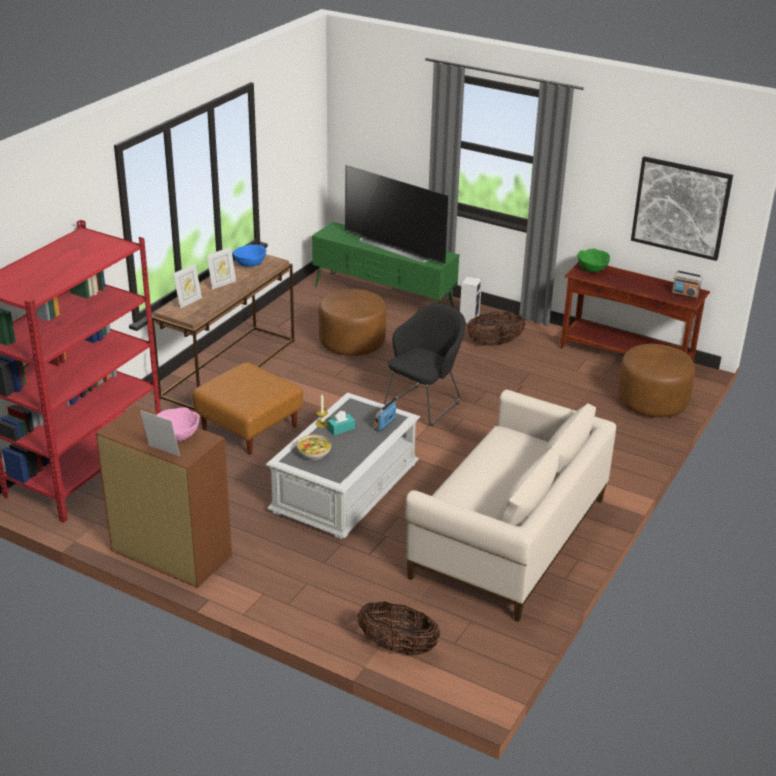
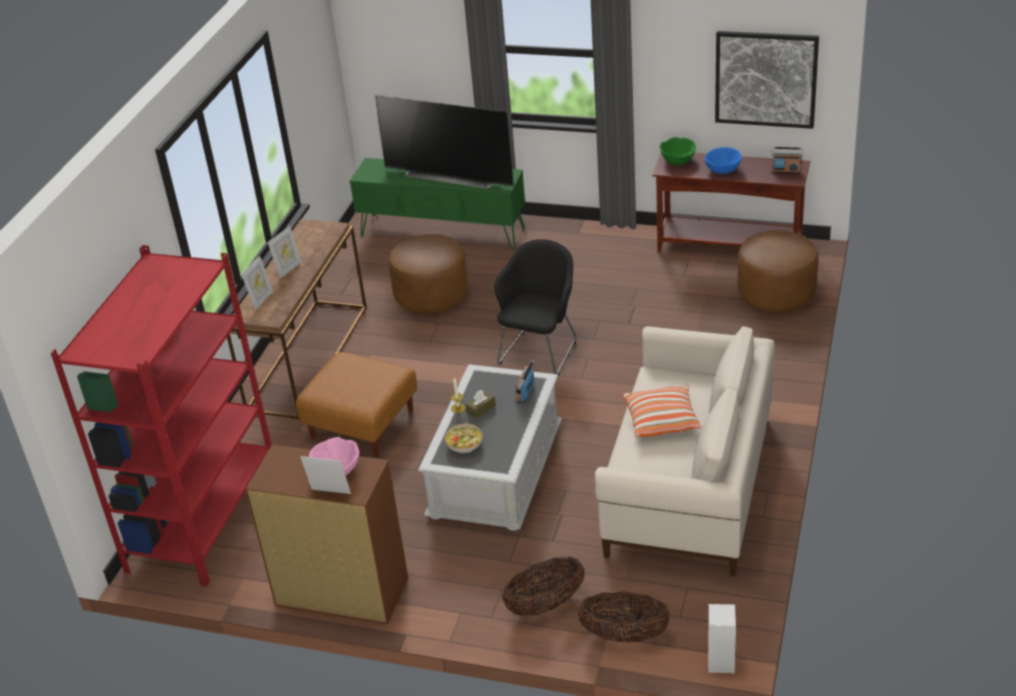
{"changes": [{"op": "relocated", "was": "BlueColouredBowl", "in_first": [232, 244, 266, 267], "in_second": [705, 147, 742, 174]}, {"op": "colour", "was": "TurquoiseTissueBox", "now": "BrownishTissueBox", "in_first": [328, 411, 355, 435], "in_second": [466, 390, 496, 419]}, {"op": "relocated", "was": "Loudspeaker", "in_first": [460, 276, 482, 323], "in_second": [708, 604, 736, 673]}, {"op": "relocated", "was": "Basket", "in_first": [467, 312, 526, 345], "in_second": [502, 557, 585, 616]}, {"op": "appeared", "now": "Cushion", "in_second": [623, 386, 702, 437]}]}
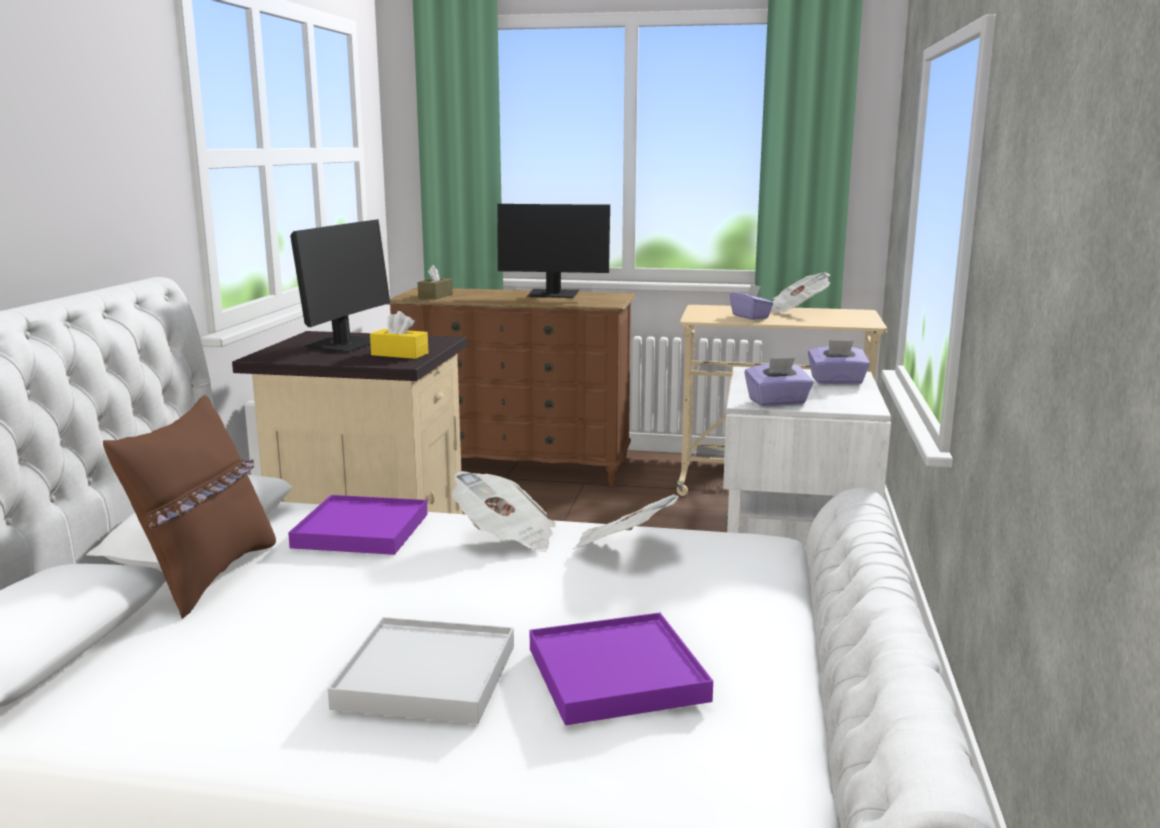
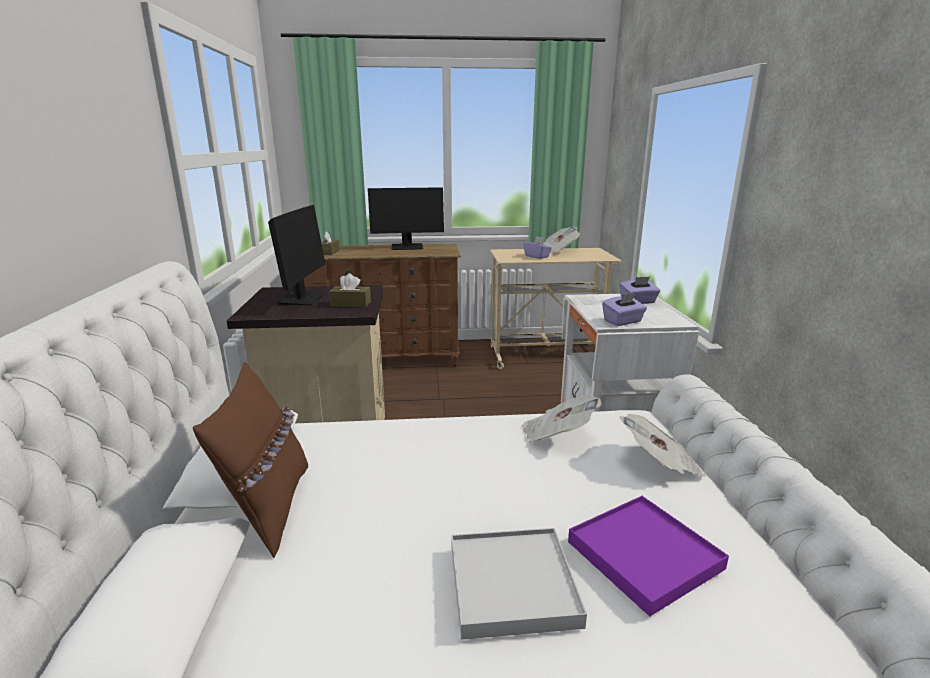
{"changes": [{"op": "missing", "was": "PurpleColouredServingTray", "in_first": [288, 495, 427, 555]}, {"op": "colour", "was": "YellowColouredTissueBox", "now": "BrownishTissueBox", "in_first": [370, 311, 428, 359], "in_second": [329, 273, 371, 307]}, {"op": "relocated", "was": "PrintedPaper", "in_first": [452, 471, 556, 552], "in_second": [620, 414, 706, 477]}]}
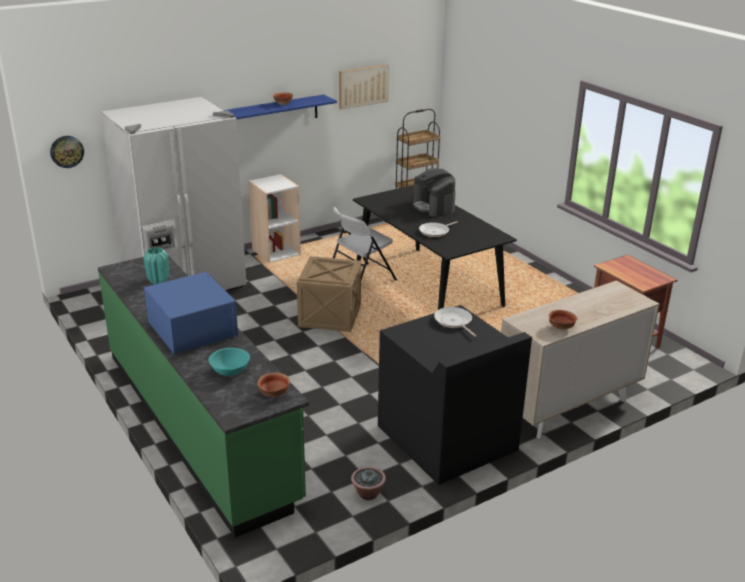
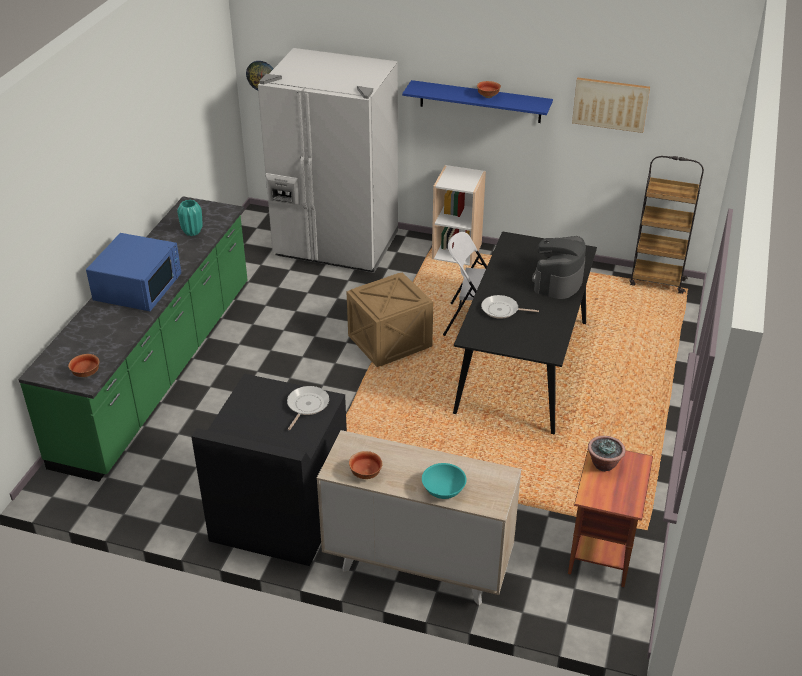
{"changes": [{"op": "relocated", "was": "TurquoiseBowl", "in_first": [209, 348, 250, 376], "in_second": [422, 463, 467, 499]}, {"op": "relocated", "was": "PlantInAPot", "in_first": [351, 467, 386, 500], "in_second": [588, 436, 626, 472]}]}
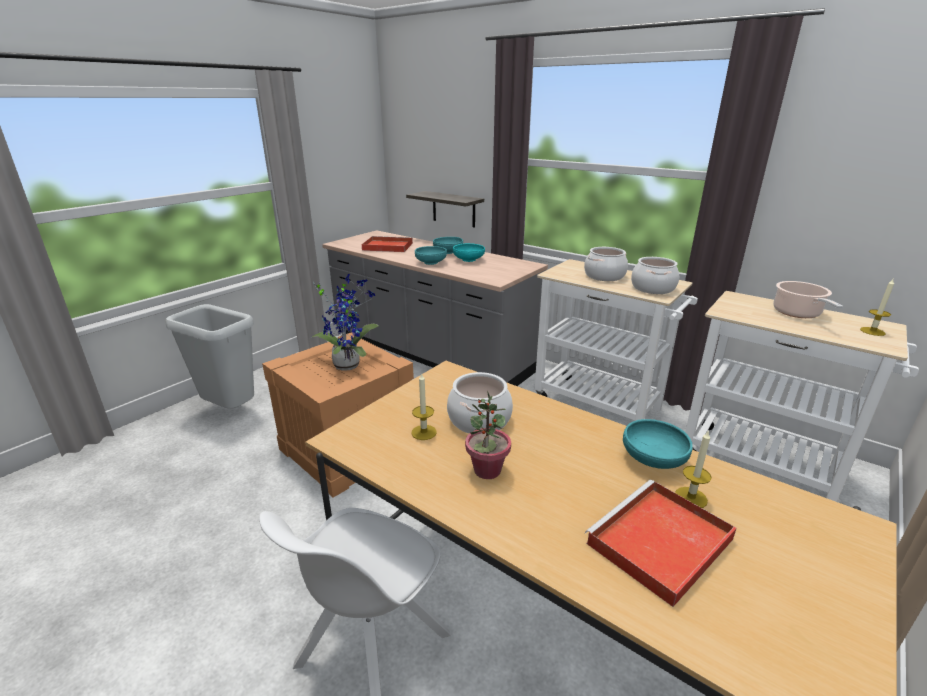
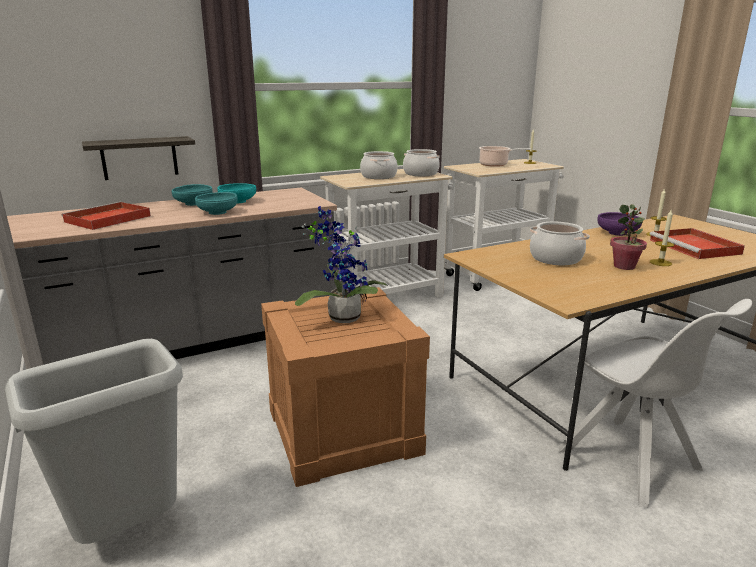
{"changes": [{"op": "relocated", "was": "WaxCandle", "in_first": [411, 373, 437, 440], "in_second": [650, 210, 674, 266]}, {"op": "colour", "was": "TurquoiseBowl", "now": "PurpleColouredBowl", "in_first": [623, 419, 693, 469], "in_second": [597, 212, 643, 236]}]}
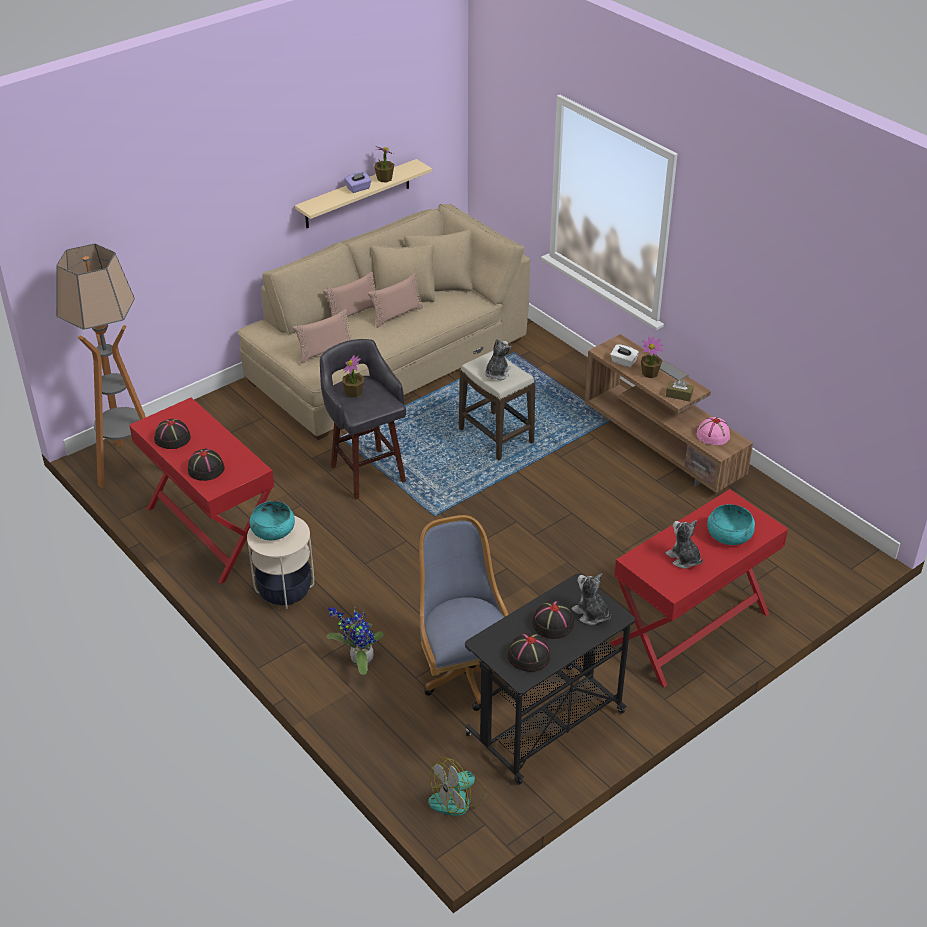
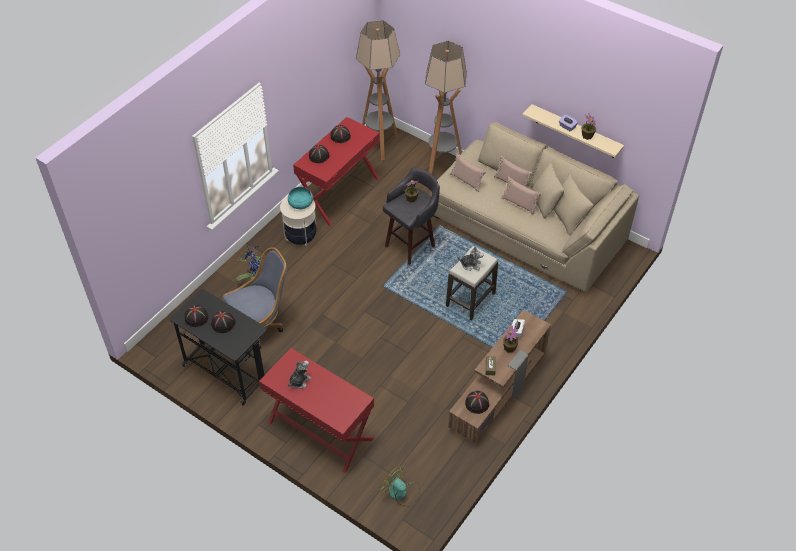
{"changes": [{"op": "relocated", "was": "ElectricFan", "in_first": [428, 757, 487, 816], "in_second": [380, 465, 420, 507]}, {"op": "missing", "was": "CuddlyToy", "in_first": [572, 573, 611, 625]}, {"op": "colour", "was": "PinkWearableHat", "now": "BlackishWearableHat", "in_first": [697, 417, 730, 445], "in_second": [465, 391, 489, 414]}, {"op": "missing", "was": "TurquoiseBowl", "in_first": [707, 504, 755, 545]}, {"op": "appeared", "now": "StandardLamp", "in_second": [425, 41, 467, 174]}]}
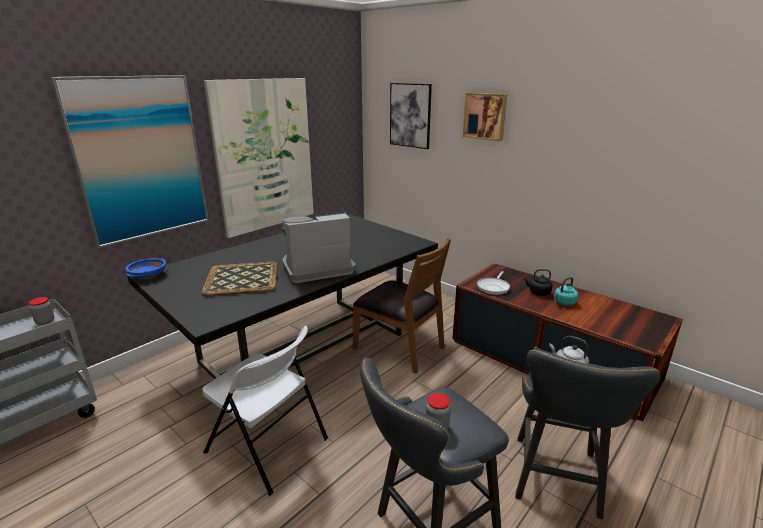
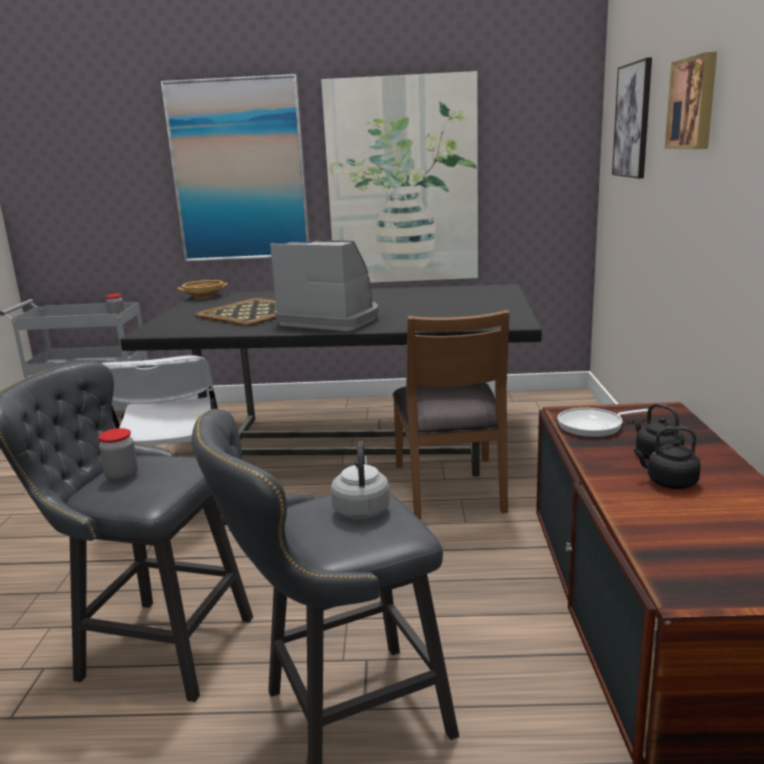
{"changes": [{"op": "colour", "was": "BlueColouredBowl", "now": "BeigeBowl", "in_first": [126, 258, 166, 279], "in_second": [178, 280, 228, 299]}, {"op": "colour", "was": "TurquoiseKettle", "now": "BlackishKettle", "in_first": [554, 277, 578, 306], "in_second": [634, 426, 701, 489]}]}
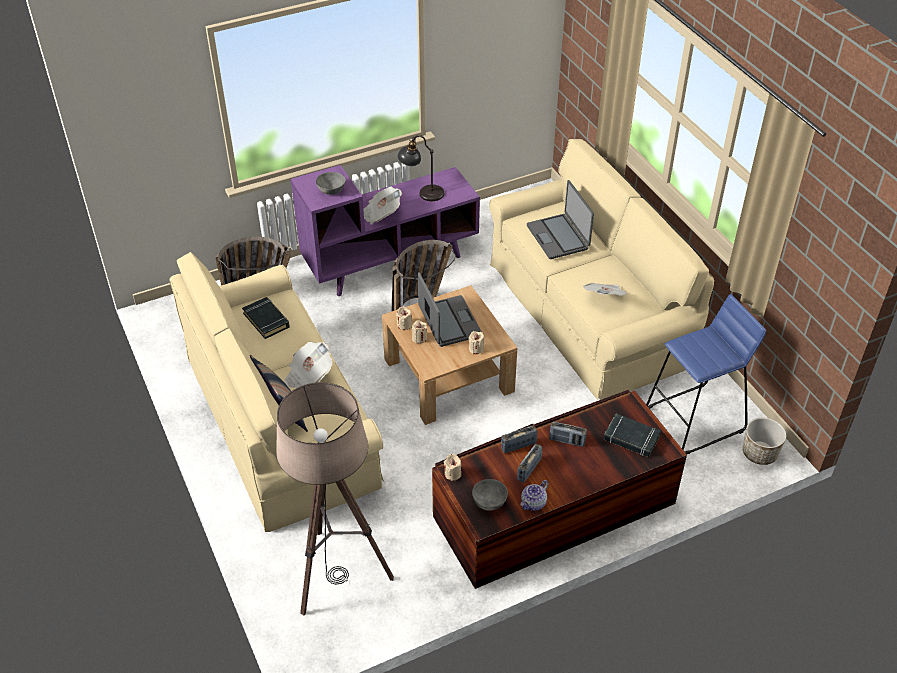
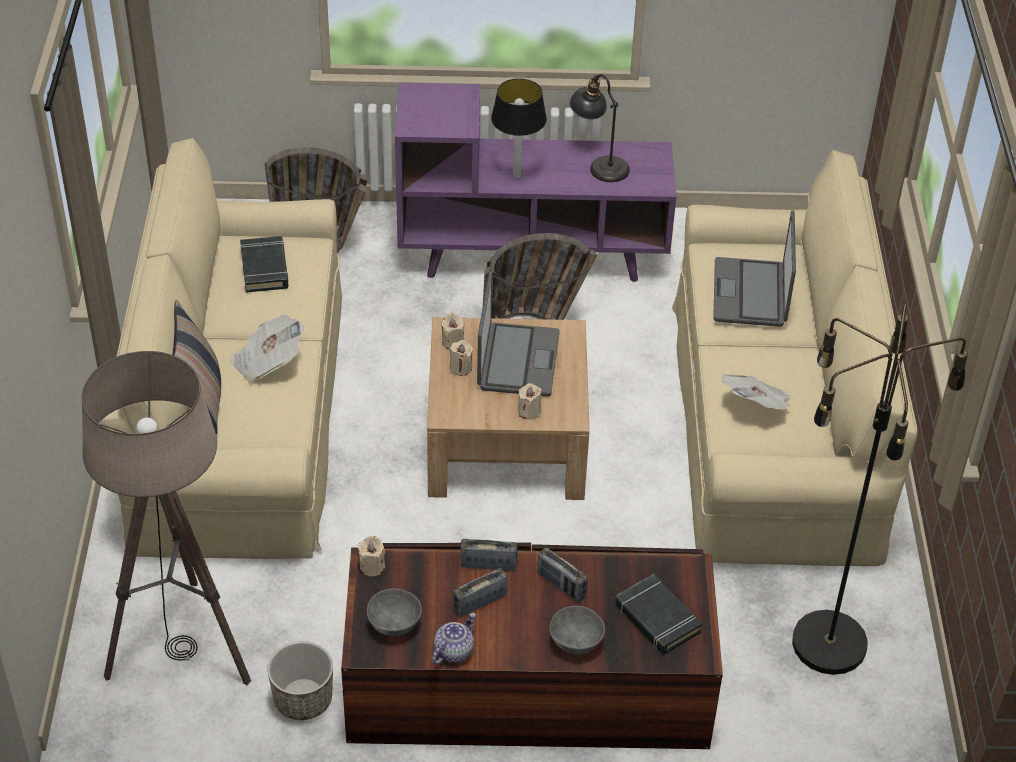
{"changes": [{"op": "relocated", "was": "GreyBowl", "in_first": [316, 172, 346, 195], "in_second": [549, 606, 605, 654]}, {"op": "exchanged", "was": "PrintedPaper", "now": "TableLamp", "in_first": [363, 187, 402, 225], "in_second": [491, 78, 547, 178]}, {"op": "spun", "was": "PotForTea", "in_first": [520, 480, 548, 511], "in_second": [432, 613, 476, 665], "clockwise": 150}, {"op": "exchanged", "was": "BlueColouredStool", "now": "StandardLamp", "in_first": [646, 294, 766, 454], "in_second": [792, 304, 968, 675]}, {"op": "relocated", "was": "Planter", "in_first": [743, 418, 786, 465], "in_second": [267, 641, 333, 720]}]}
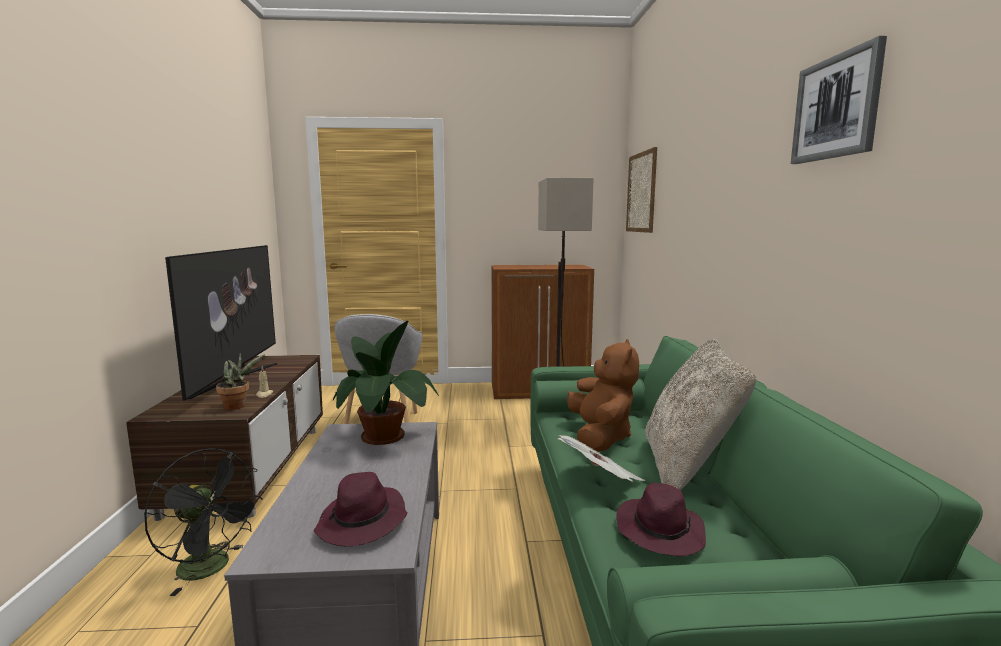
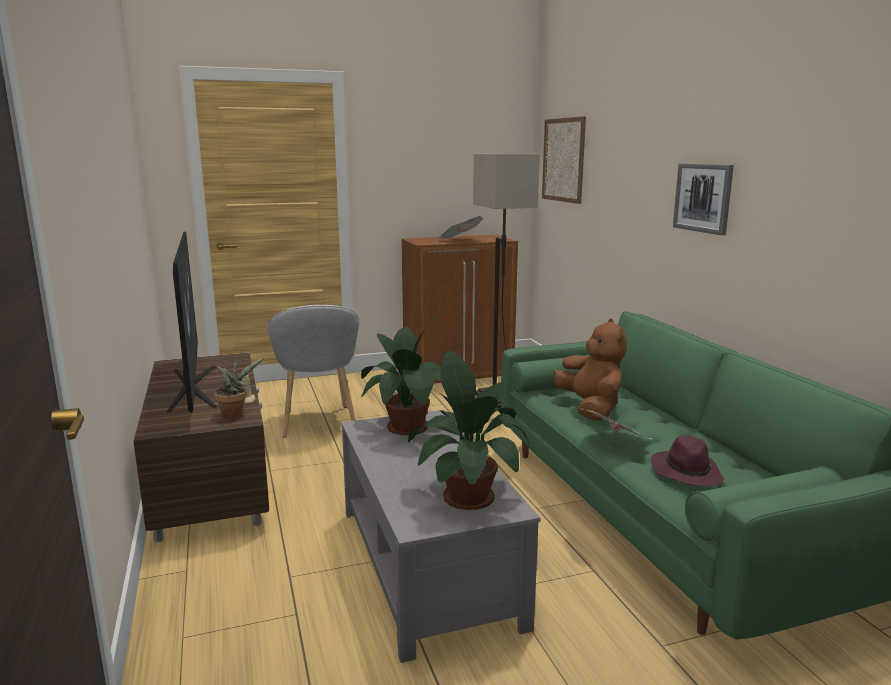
{"changes": [{"op": "missing", "was": "BlackishElectricFan", "in_first": [144, 448, 263, 596]}, {"op": "exchanged", "was": "PurpleColouredWearableHat", "now": "PlantInAPot", "in_first": [314, 472, 407, 546], "in_second": [408, 351, 530, 510]}, {"op": "missing", "was": "BeigeCushion", "in_first": [645, 339, 757, 490]}, {"op": "relocated", "was": "WallArt", "in_first": [791, 36, 887, 164], "in_second": [673, 163, 734, 235]}, {"op": "appeared", "now": "PrintedPaper", "in_second": [439, 216, 483, 239]}]}
